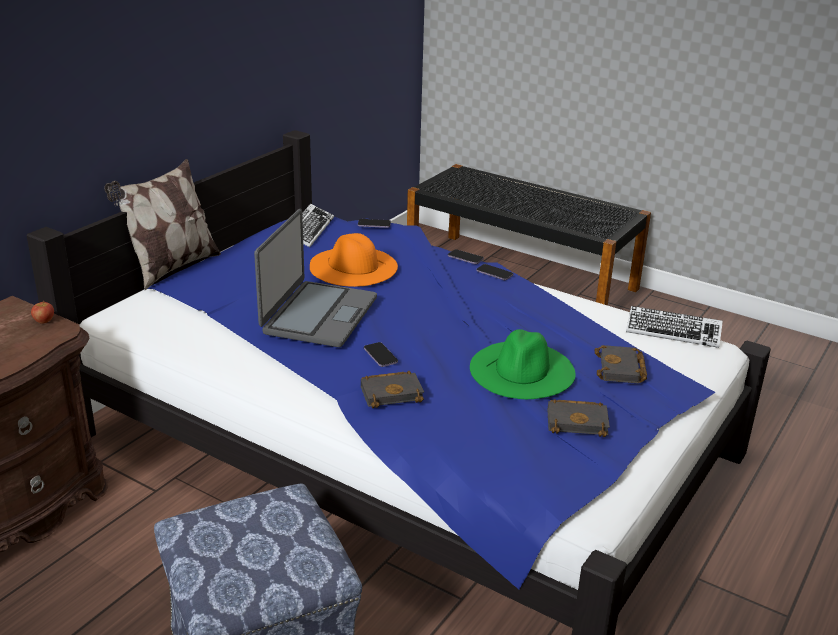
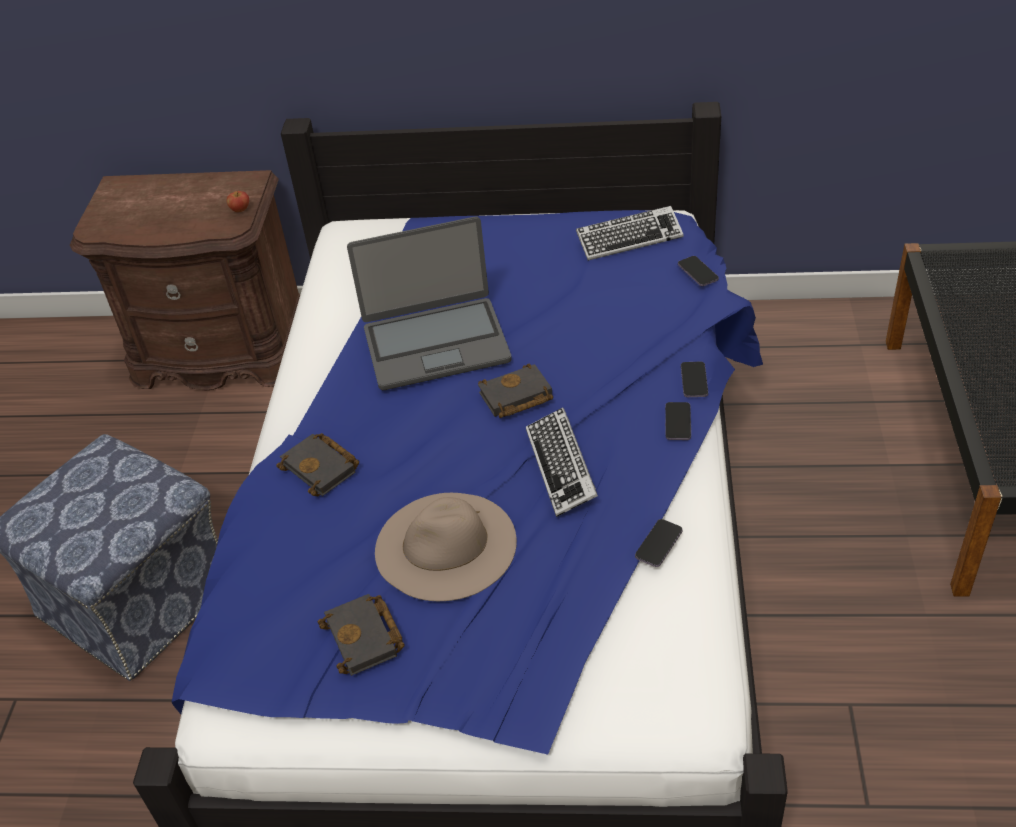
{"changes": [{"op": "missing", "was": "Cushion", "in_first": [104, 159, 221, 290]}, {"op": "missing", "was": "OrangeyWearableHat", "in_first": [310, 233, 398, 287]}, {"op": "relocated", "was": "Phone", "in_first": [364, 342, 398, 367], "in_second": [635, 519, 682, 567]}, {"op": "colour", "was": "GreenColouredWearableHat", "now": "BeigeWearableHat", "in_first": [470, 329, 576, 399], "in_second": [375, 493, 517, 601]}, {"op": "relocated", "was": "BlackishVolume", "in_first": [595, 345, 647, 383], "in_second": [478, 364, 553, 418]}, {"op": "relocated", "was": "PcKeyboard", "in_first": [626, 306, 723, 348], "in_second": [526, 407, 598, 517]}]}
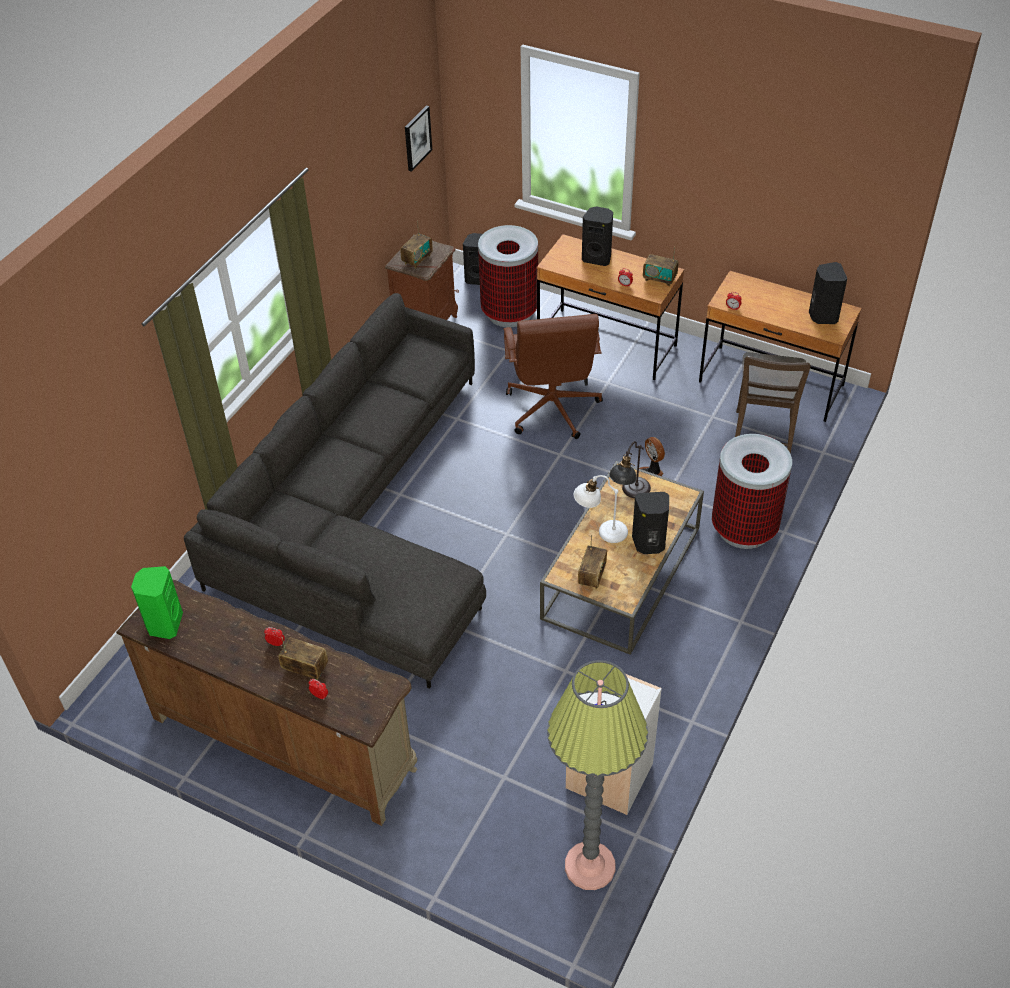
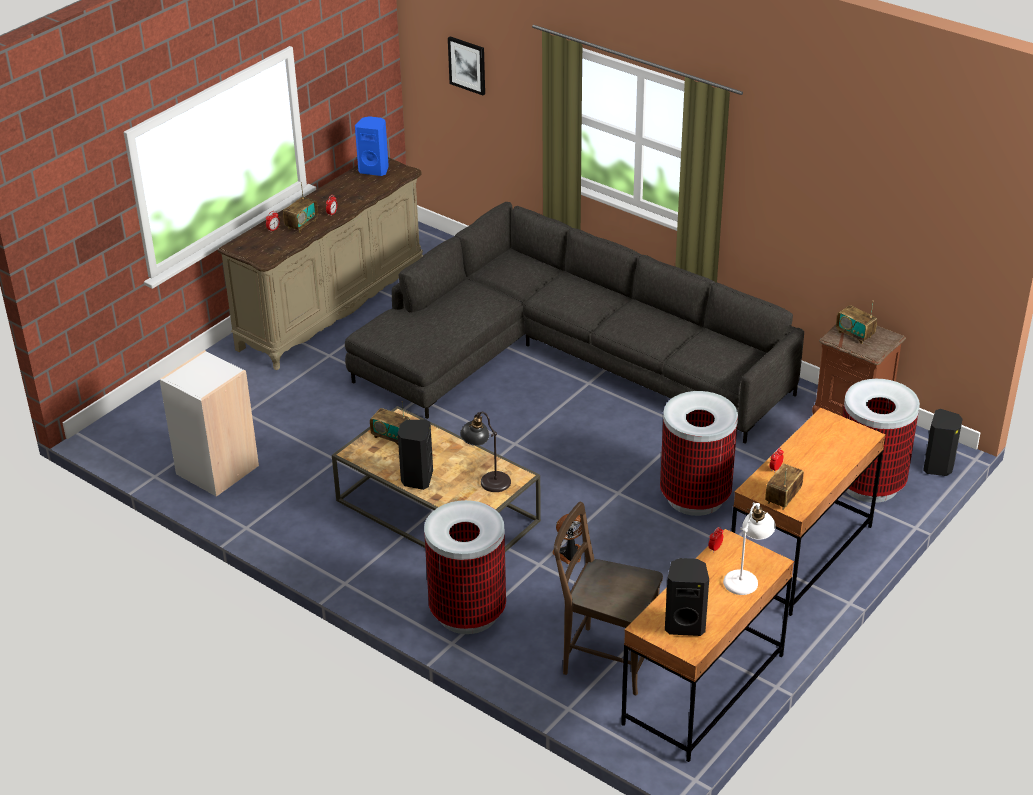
{"changes": [{"op": "colour", "was": "GreenColouredLoudspeaker", "now": "BlueColouredLoudspeaker", "in_first": [131, 566, 183, 639], "in_second": [355, 116, 389, 176]}, {"op": "relocated", "was": "WallArt", "in_first": [405, 105, 432, 172], "in_second": [448, 36, 485, 96]}, {"op": "exchanged", "was": "BrownishOfficeChair", "now": "TrashCan", "in_first": [504, 314, 603, 439], "in_second": [660, 391, 738, 516]}, {"op": "missing", "was": "StandardLamp", "in_first": [547, 660, 648, 890]}, {"op": "relocated", "was": "WhitishTableLamp", "in_first": [574, 475, 628, 543], "in_second": [723, 502, 776, 595]}, {"op": "missing", "was": "BlackishLoudspeaker", "in_first": [582, 206, 613, 266]}]}
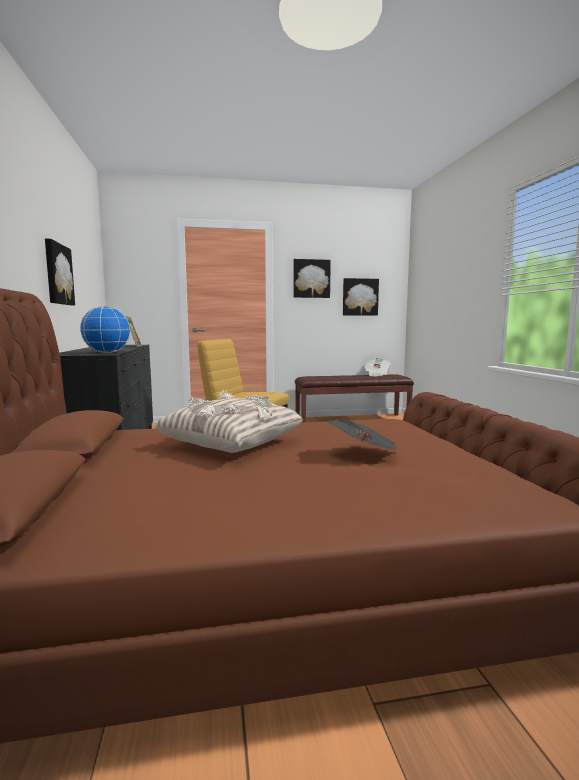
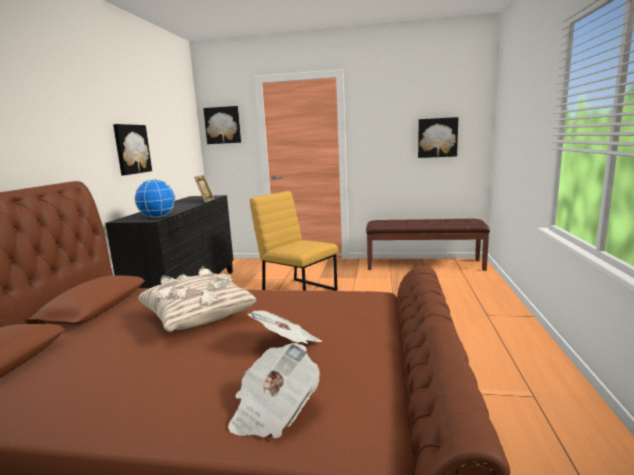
{"changes": [{"op": "relocated", "was": "WallArt", "in_first": [294, 259, 331, 298], "in_second": [203, 106, 241, 144]}, {"op": "relocated", "was": "PrintedPaper", "in_first": [364, 358, 392, 377], "in_second": [228, 343, 320, 438]}]}
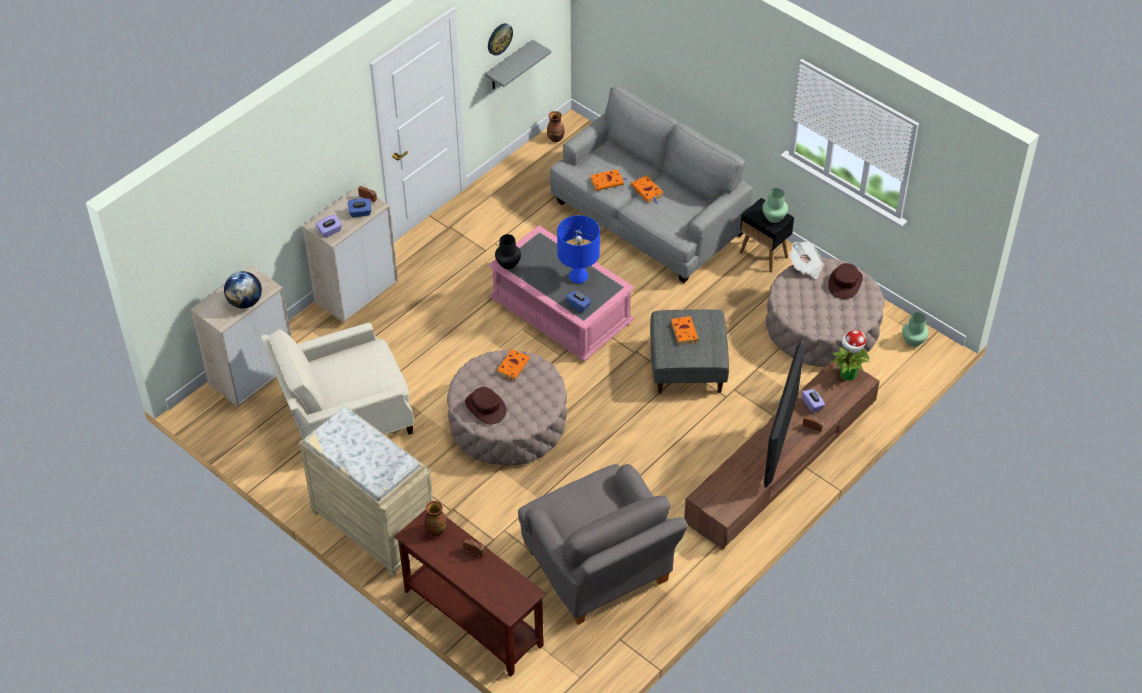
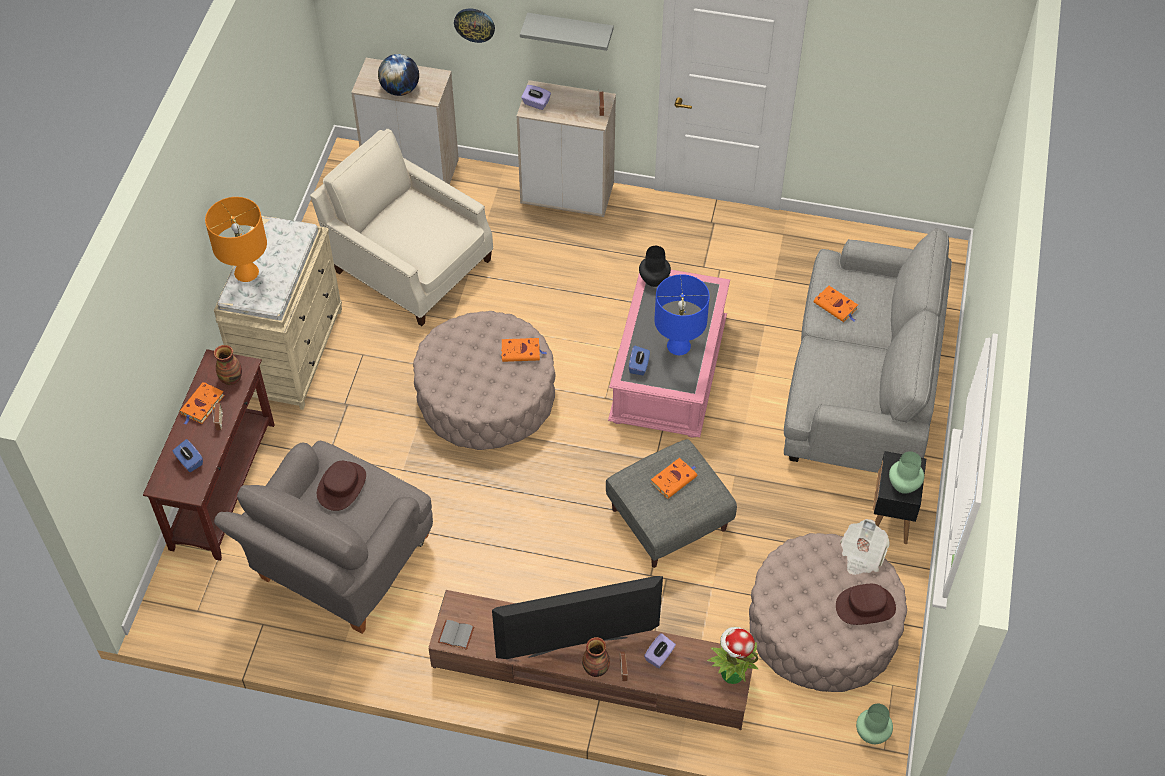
{"changes": [{"op": "relocated", "was": "BlueColouredTissueBox", "in_first": [347, 198, 371, 217], "in_second": [173, 439, 203, 472]}, {"op": "relocated", "was": "BrownishWearableHat", "in_first": [465, 387, 507, 424], "in_second": [317, 461, 366, 511]}, {"op": "relocated", "was": "GreyShelf", "in_first": [485, 40, 551, 89], "in_second": [520, 13, 614, 51]}, {"op": "relocated", "was": "WallClock", "in_first": [488, 23, 513, 56], "in_second": [454, 9, 495, 43]}, {"op": "relocated", "was": "DecorativeVase", "in_first": [547, 111, 565, 142], "in_second": [582, 637, 610, 677]}, {"op": "relocated", "was": "OrangeyVolume", "in_first": [631, 175, 663, 204], "in_second": [179, 382, 224, 425]}, {"op": "appeared", "now": "OrangeyTableLamp", "in_second": [205, 197, 267, 282]}, {"op": "appeared", "now": "GreyVolume", "in_second": [438, 620, 475, 650]}]}
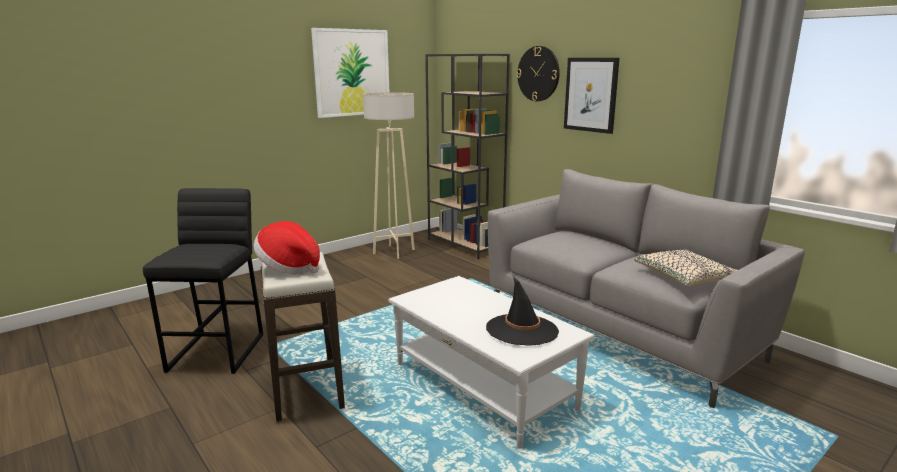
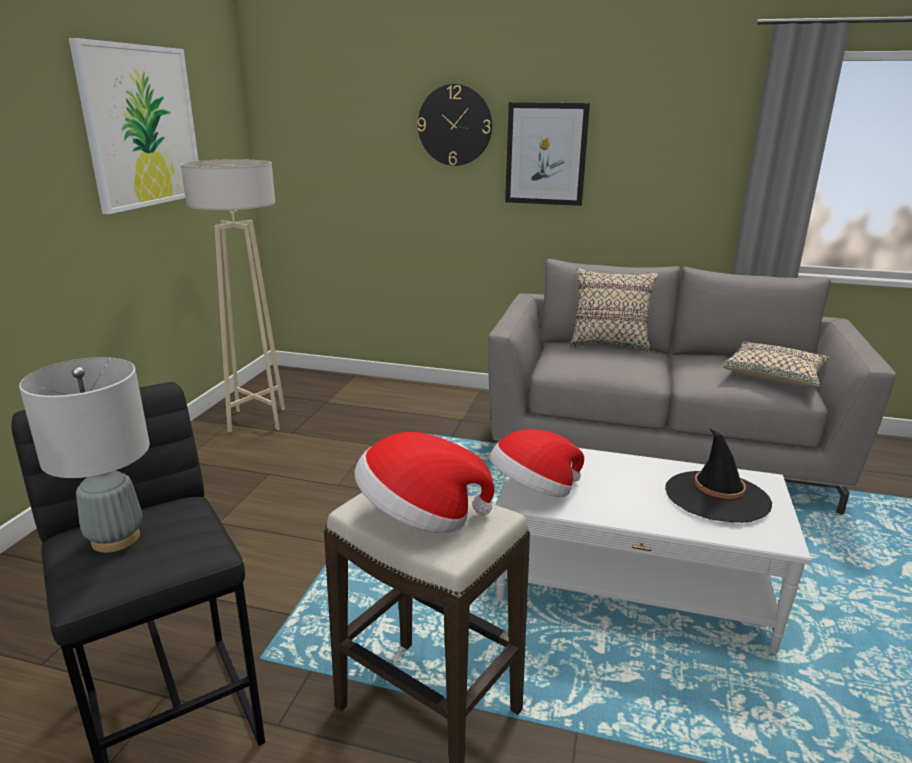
{"changes": [{"op": "missing", "was": "ShelvingUnit", "in_first": [425, 54, 510, 259]}, {"op": "appeared", "now": "GreyTableLamp", "in_second": [19, 357, 150, 553]}, {"op": "appeared", "now": "WearableHat", "in_second": [490, 429, 584, 497]}, {"op": "appeared", "now": "BeigeCushion", "in_second": [570, 268, 658, 353]}]}
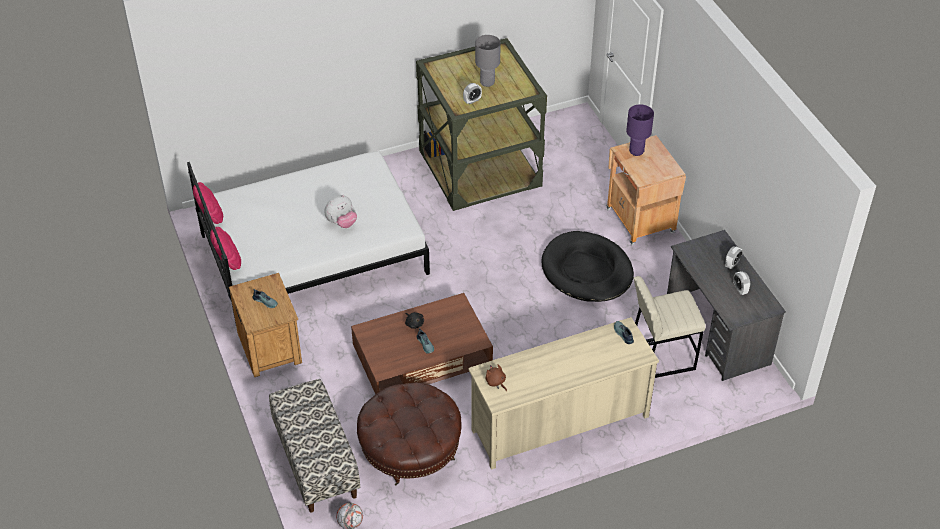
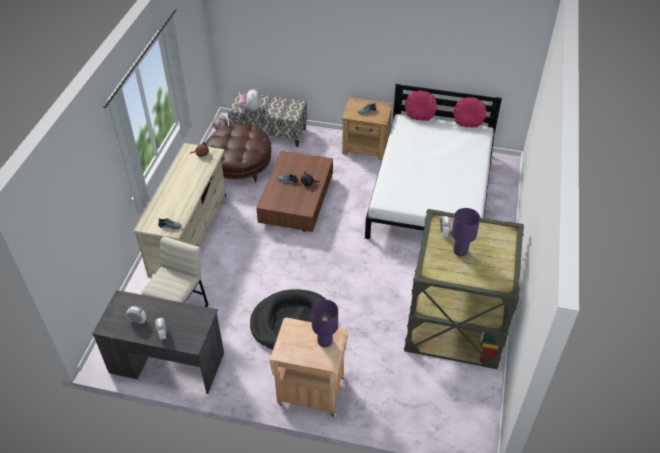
{"changes": [{"op": "relocated", "was": "CuddlyToy", "in_first": [324, 195, 357, 228], "in_second": [238, 88, 261, 112]}, {"op": "colour", "was": "GreyTableLamp", "now": "PurpleColouredTableLamp", "in_first": [475, 35, 501, 87], "in_second": [451, 208, 480, 256]}]}
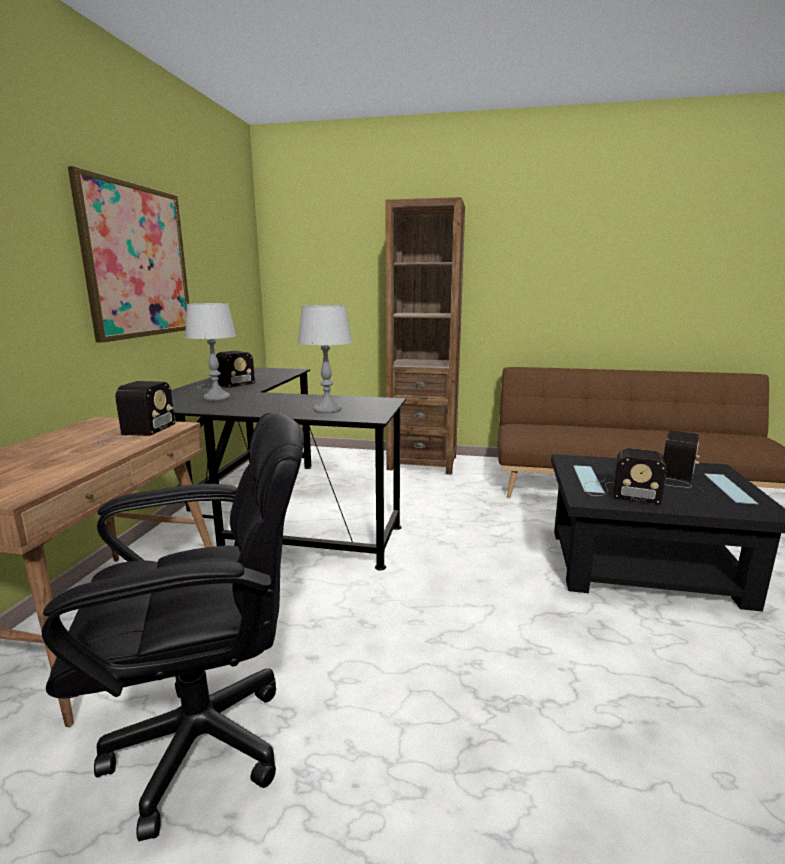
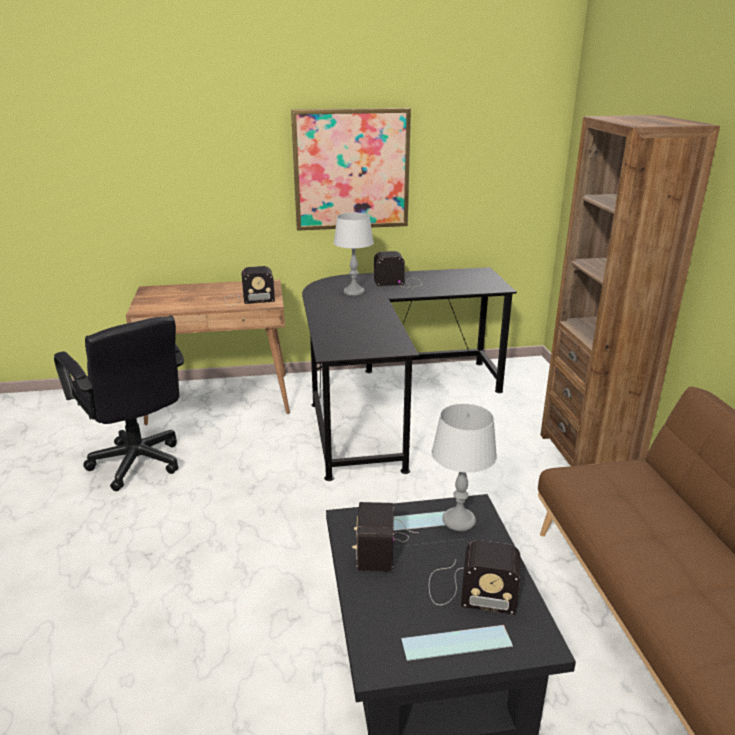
{"changes": [{"op": "spun", "was": "RadioSet", "in_first": [197, 351, 255, 390], "in_second": [374, 251, 422, 290], "clockwise": 150}, {"op": "relocated", "was": "GreyTableLamp", "in_first": [298, 305, 352, 413], "in_second": [432, 403, 497, 531]}]}
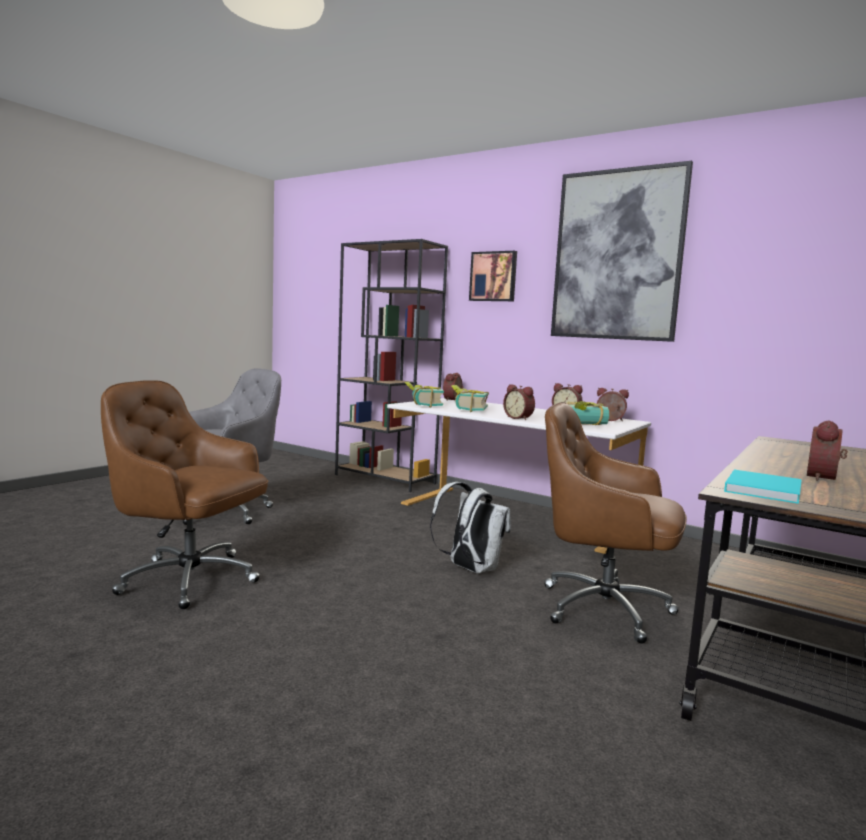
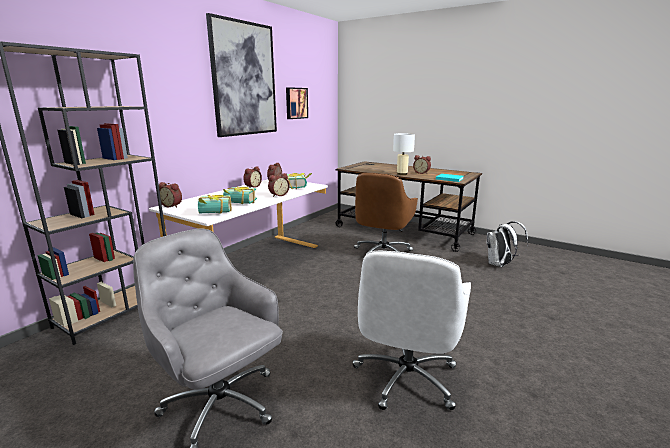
{"changes": [{"op": "colour", "was": "BrownishOfficeChair", "now": "WhitishOfficeChair", "in_first": [101, 380, 269, 609], "in_second": [353, 251, 471, 410]}, {"op": "relocated", "was": "WhitishBackpack", "in_first": [430, 482, 511, 573], "in_second": [487, 221, 528, 267]}, {"op": "relocated", "was": "WallArt", "in_first": [469, 251, 517, 301], "in_second": [286, 87, 308, 119]}, {"op": "appeared", "now": "WhitishTableLamp", "in_second": [393, 133, 415, 175]}]}
